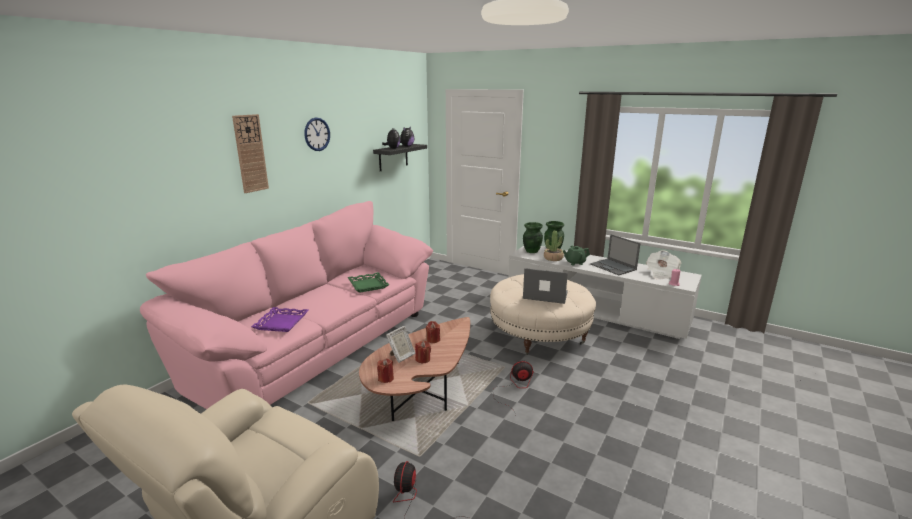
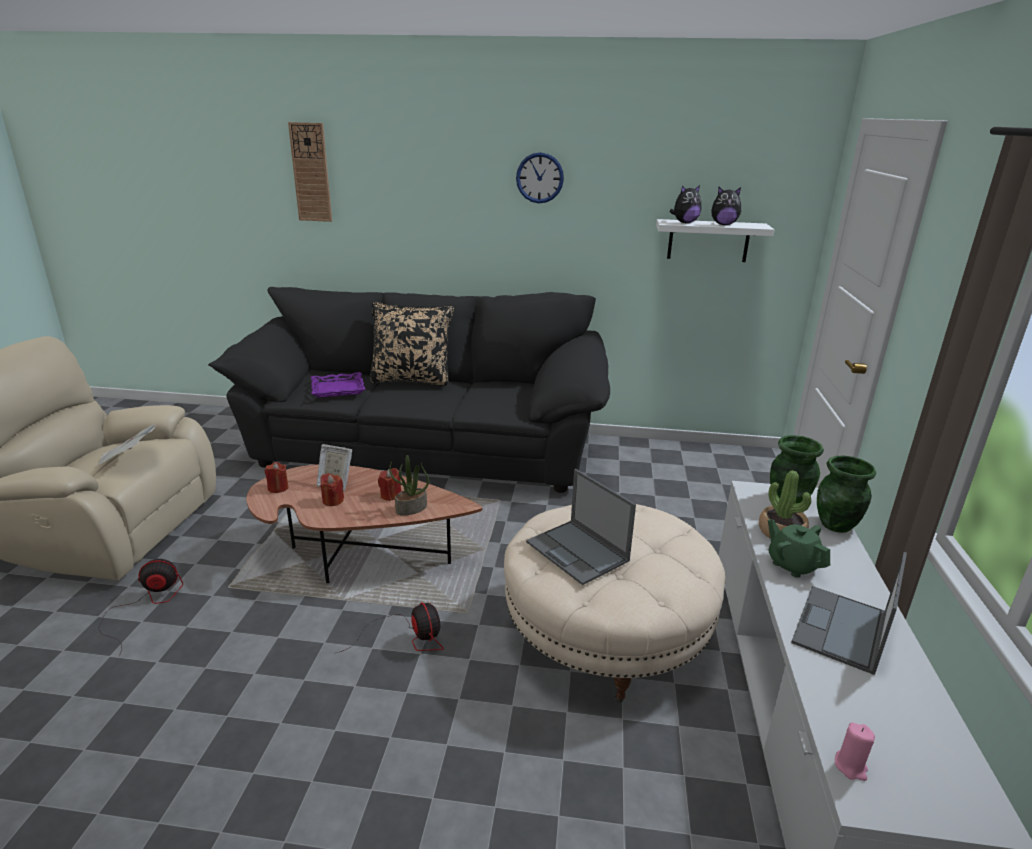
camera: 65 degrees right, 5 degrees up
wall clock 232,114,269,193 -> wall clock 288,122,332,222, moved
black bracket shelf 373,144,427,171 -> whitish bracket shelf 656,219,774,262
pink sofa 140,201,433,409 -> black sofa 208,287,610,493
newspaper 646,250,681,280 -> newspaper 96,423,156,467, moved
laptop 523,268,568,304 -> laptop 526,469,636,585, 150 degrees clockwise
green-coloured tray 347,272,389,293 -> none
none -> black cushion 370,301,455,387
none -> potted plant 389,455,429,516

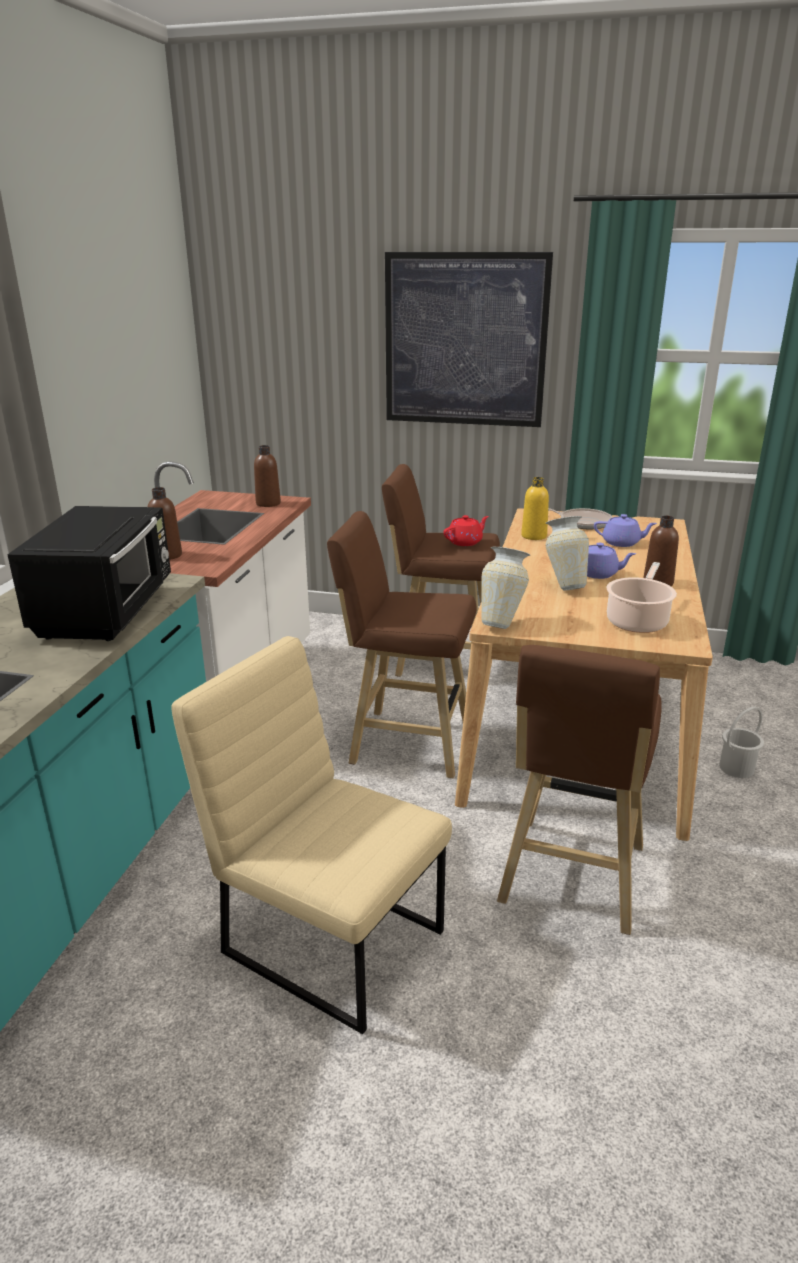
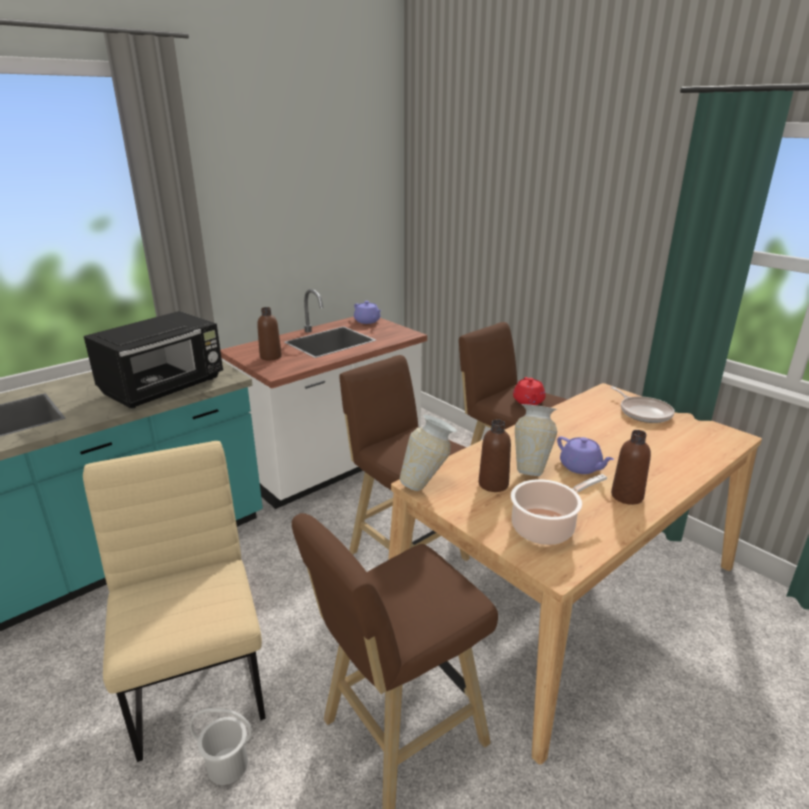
camera: 35 degrees right, 0 degrees up
wall picture 385,252,553,427 -> none
brown beverage bottle 254,445,281,507 -> brown beverage bottle 479,419,511,492, moved
yellowish beverage bottle 521,477,549,540 -> none
purple-coloured tea pot 594,514,657,547 -> purple-coloured tea pot 354,301,382,324, moved
reddish tea pot 444,515,489,546 -> reddish tea pot 513,377,546,405, 90 degrees clockwise
whitish bucket 719,706,764,778 -> whitish bucket 189,708,252,785, moved

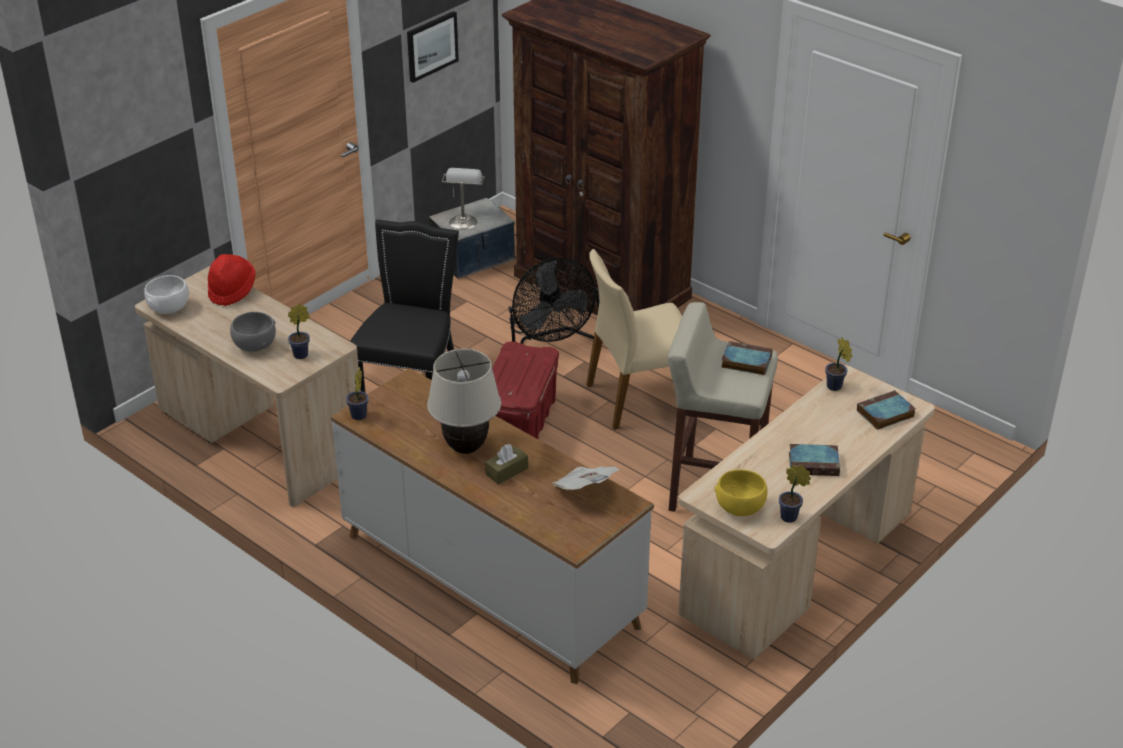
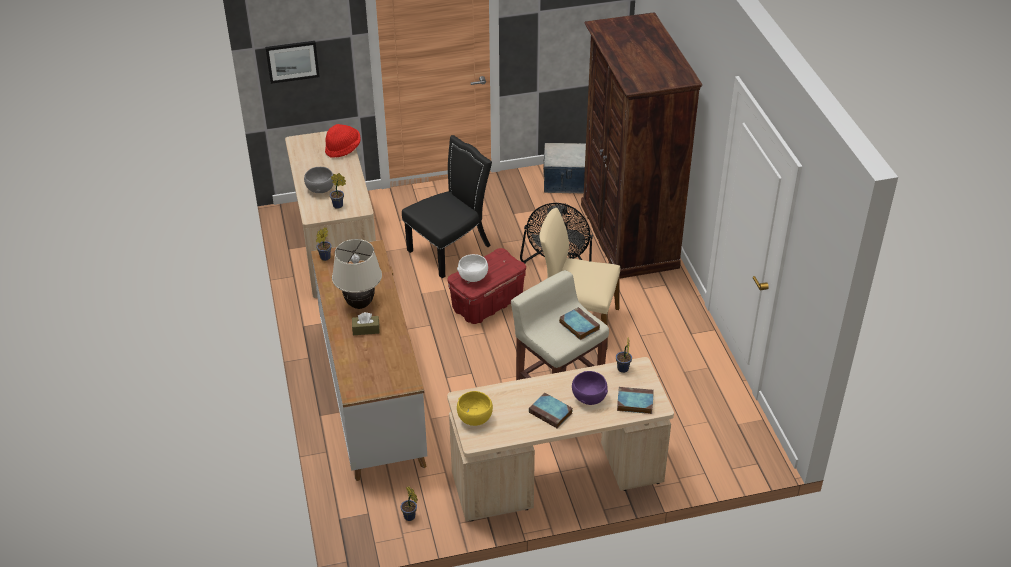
camera: 35 degrees right, 5 degrees up
wall picture 407,11,459,83 -> wall picture 265,41,320,84, moved
whitish tabletop lamp 442,168,485,230 -> none
whitish serving bowl 144,275,189,314 -> whitish serving bowl 457,254,488,282, moved
potted plant 779,465,811,523 -> potted plant 401,486,418,521, moved
newspaper 551,466,620,490 -> none
none -> purple-coloured serving bowl 572,371,608,405

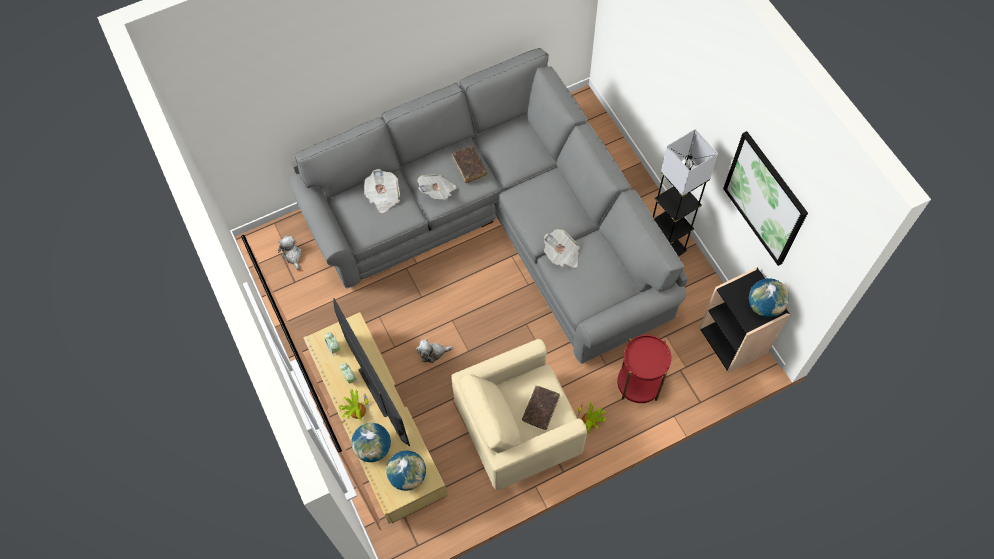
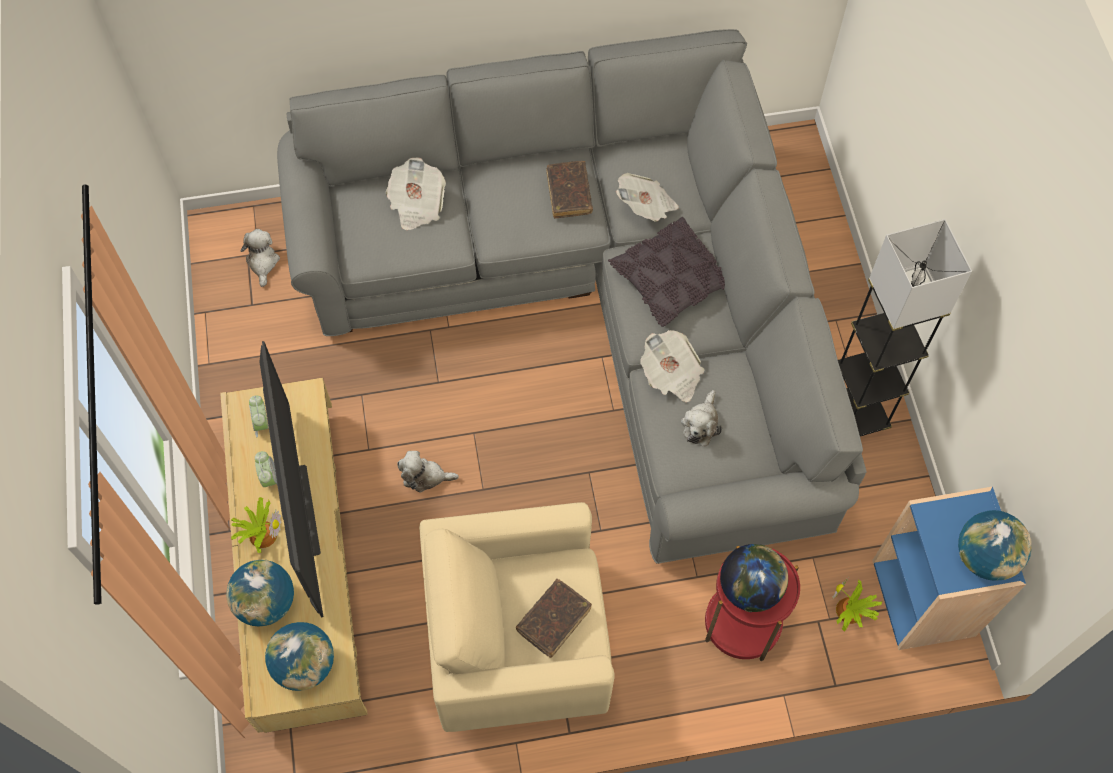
camera: 15 degrees right, 0 degrees up
wall picture 723,131,808,266 -> none
newspaper 417,174,457,200 -> newspaper 616,173,678,222, moved
black shelving unit 699,267,790,373 -> blue-coloured shelving unit 872,487,1026,650
potted plant 577,402,606,434 -> potted plant 832,578,883,632, moved
none -> black cushion 608,217,725,327
none -> cuddly toy 681,390,722,447
none -> world globe 720,544,788,612

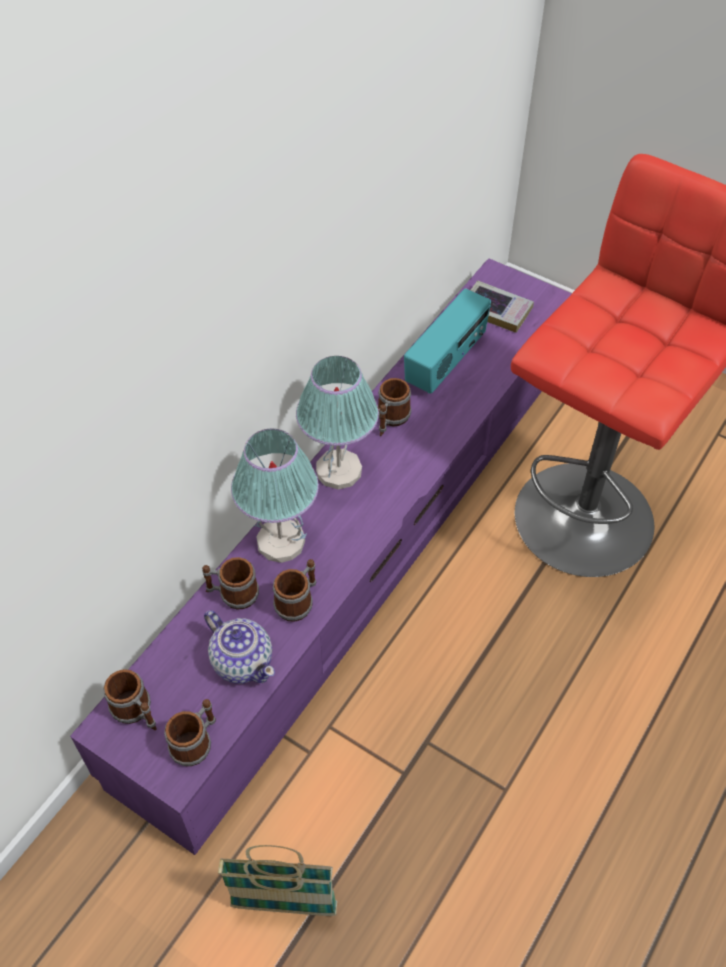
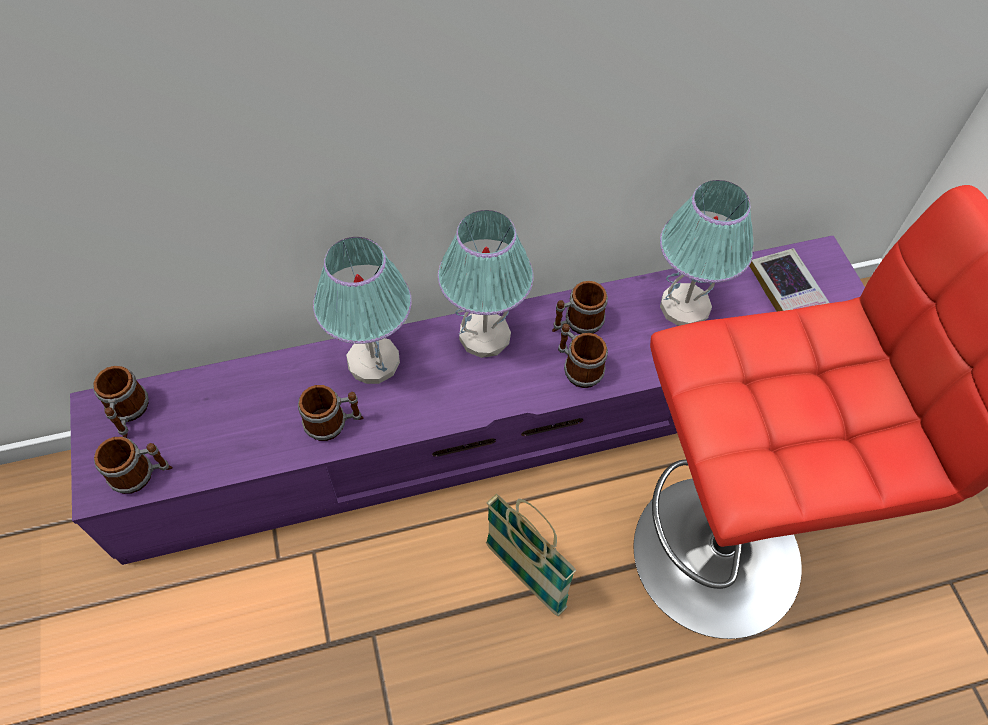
camera: 40 degrees right, 5 degrees up
radio 404,288,491,394 -> tabletop lamp 660,180,754,326
coffee mug 202,557,259,610 -> coffee mug 558,323,608,388, moved
tea pot 204,610,275,684 -> none
household basket 218,845,337,916 -> household basket 486,494,576,616, moved

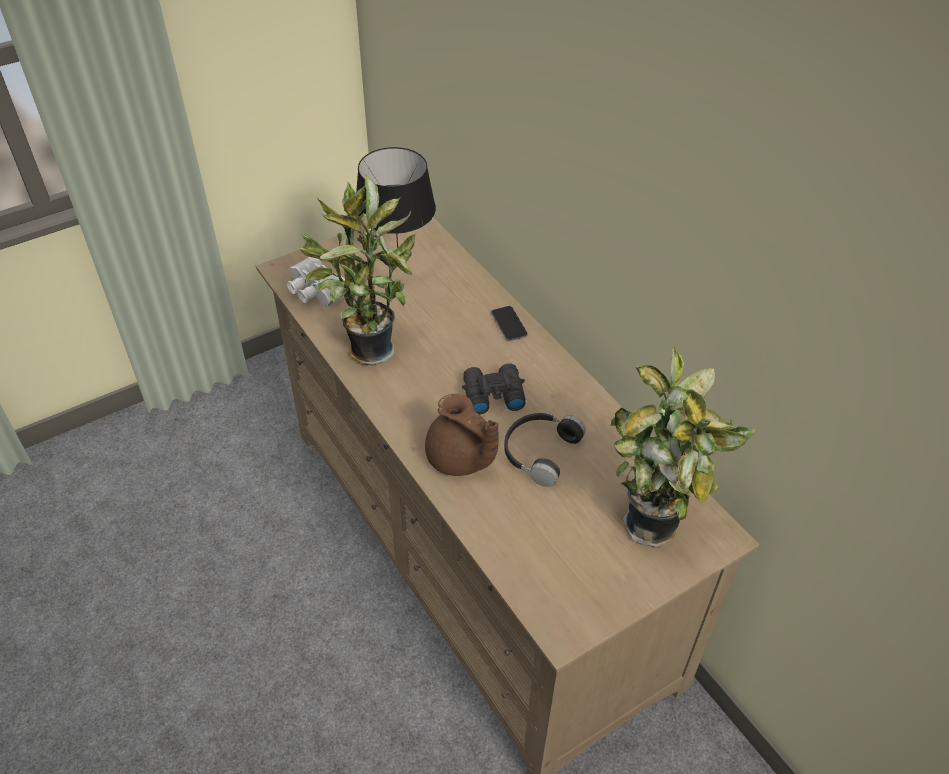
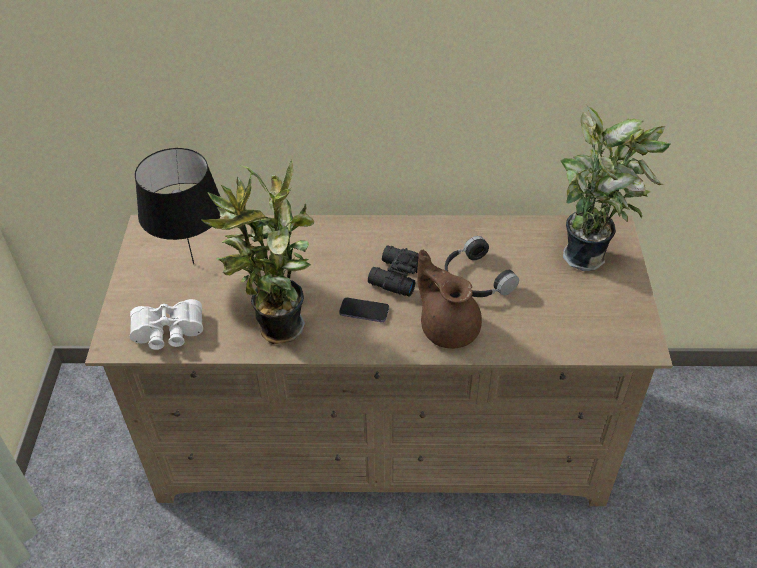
camera: 55 degrees left, 0 degrees up
telephone 492,306,528,341 -> telephone 339,297,389,322, moved
brown tea pot 425,394,499,476 -> brown tea pot 417,250,482,348, 120 degrees counterclockwise

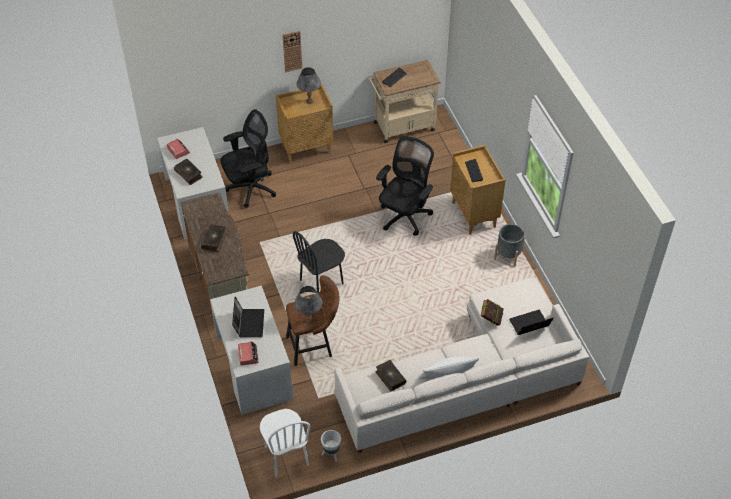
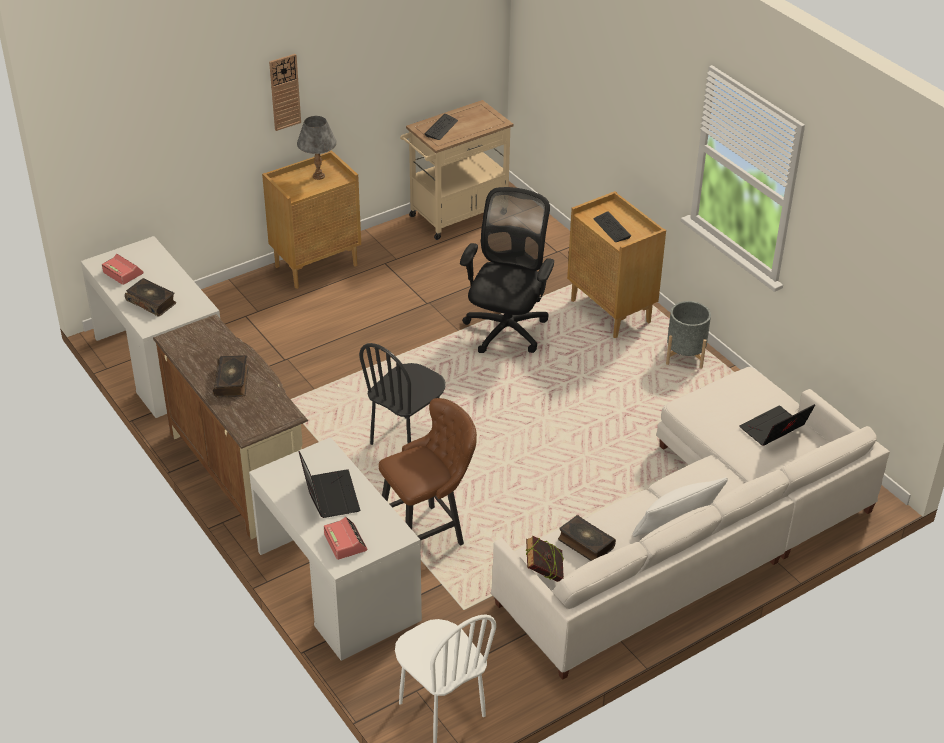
camera: 15 degrees left, 10 degrees down
black office chair 220,109,276,208 -> none
grey tabletop lamp 294,286,323,323 -> none
bound book 481,299,504,326 -> bound book 526,536,564,582, moved
whitish plant pot 321,430,341,462 -> none

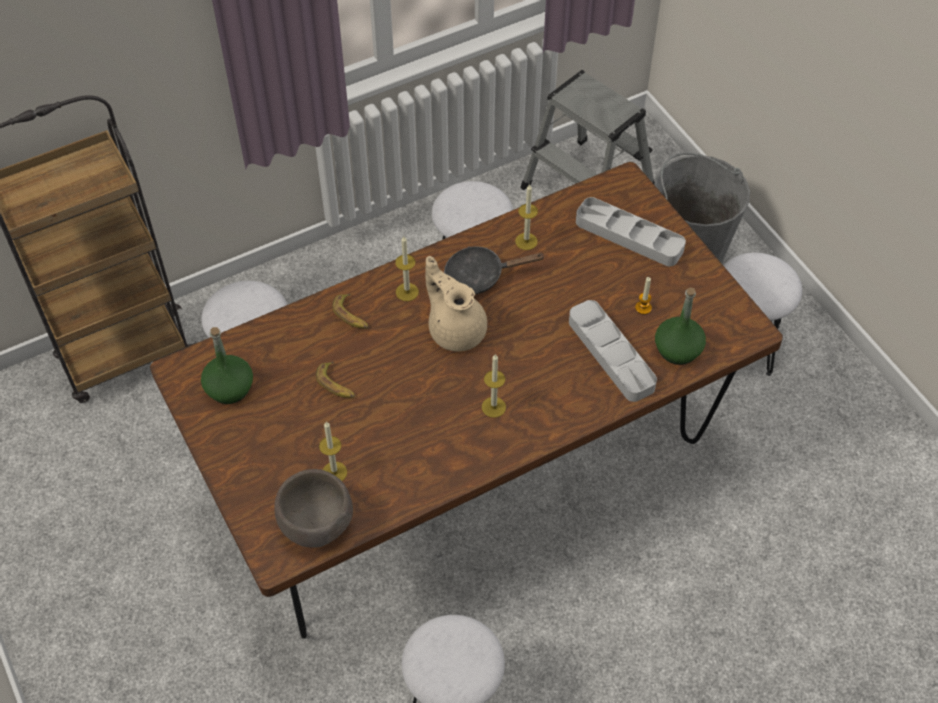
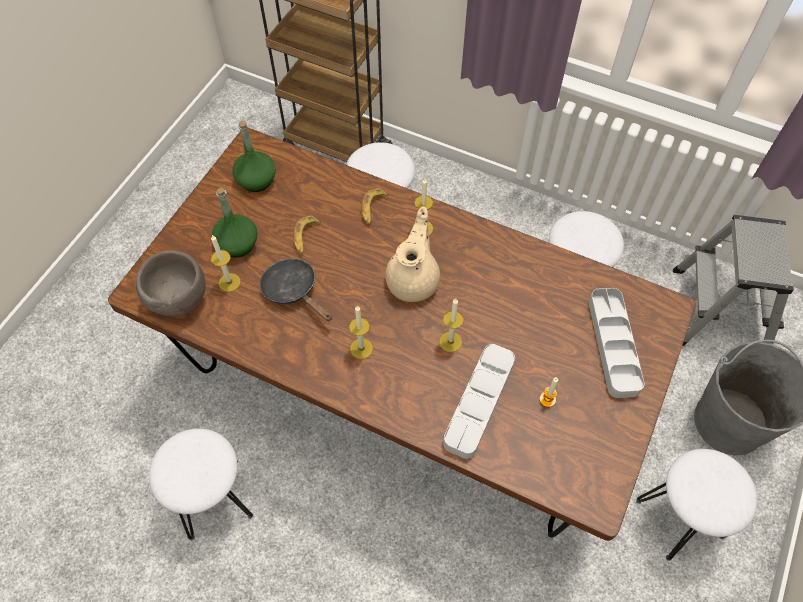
camera: 55 degrees right, 5 degrees up
candle 515,184,538,250 -> candle 439,299,464,352, moved
black pan 444,246,545,294 -> black pan 260,259,332,322, moved
green-coloured beverage bottle 655,287,706,365 -> green-coloured beverage bottle 212,187,258,257, moved

